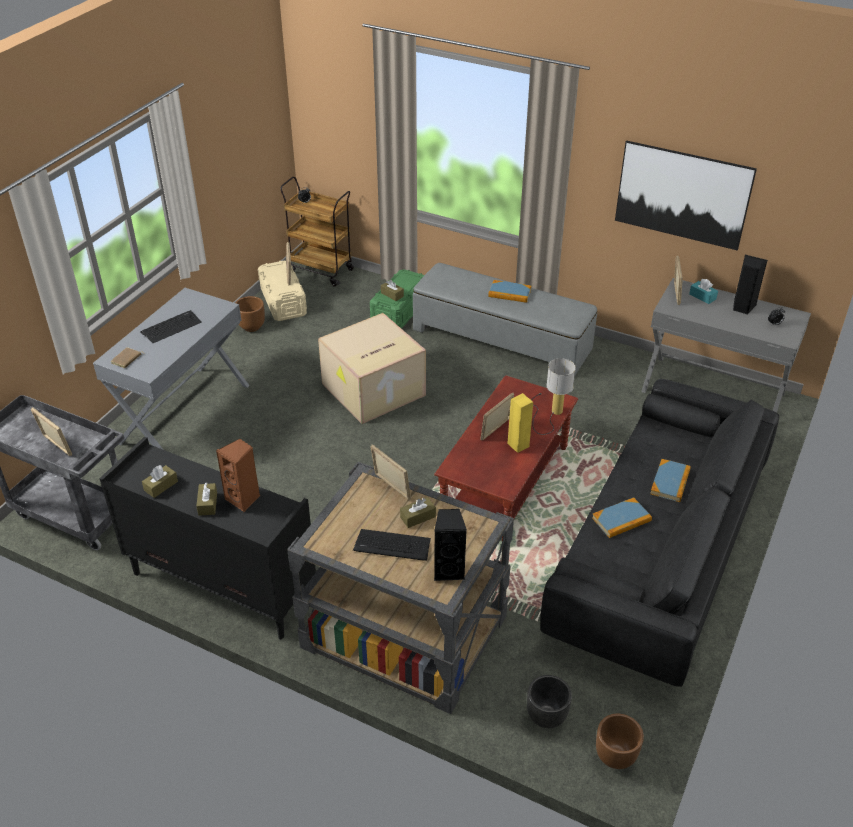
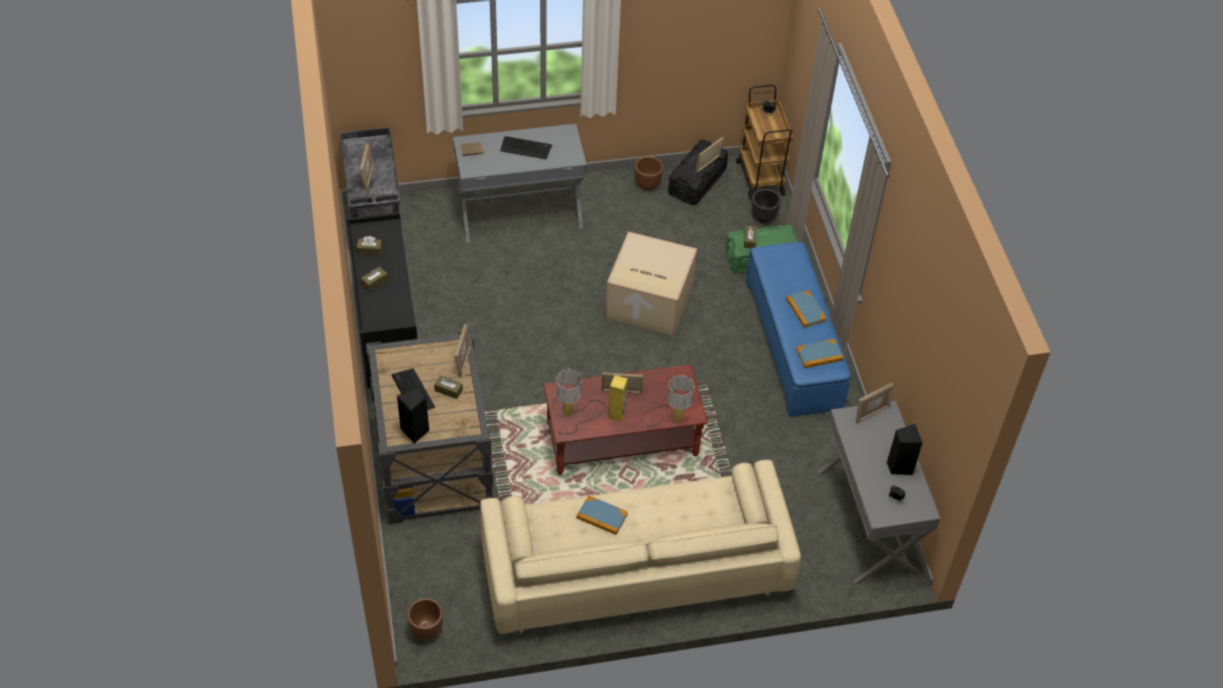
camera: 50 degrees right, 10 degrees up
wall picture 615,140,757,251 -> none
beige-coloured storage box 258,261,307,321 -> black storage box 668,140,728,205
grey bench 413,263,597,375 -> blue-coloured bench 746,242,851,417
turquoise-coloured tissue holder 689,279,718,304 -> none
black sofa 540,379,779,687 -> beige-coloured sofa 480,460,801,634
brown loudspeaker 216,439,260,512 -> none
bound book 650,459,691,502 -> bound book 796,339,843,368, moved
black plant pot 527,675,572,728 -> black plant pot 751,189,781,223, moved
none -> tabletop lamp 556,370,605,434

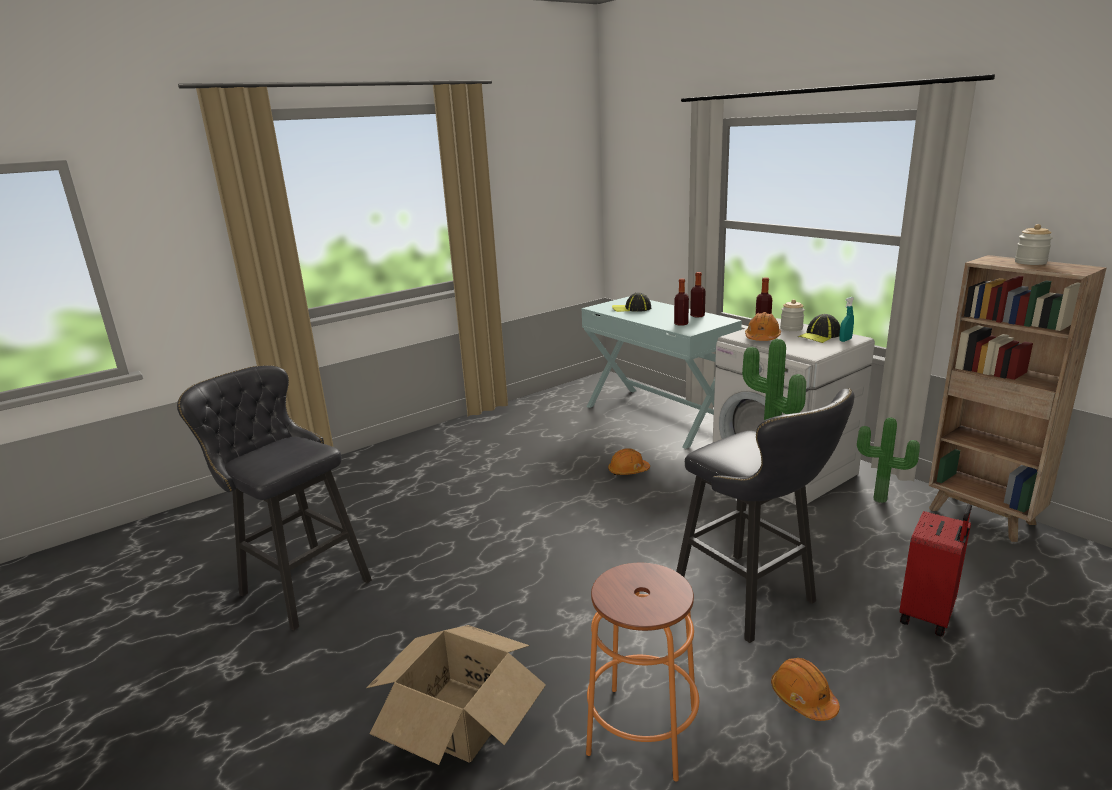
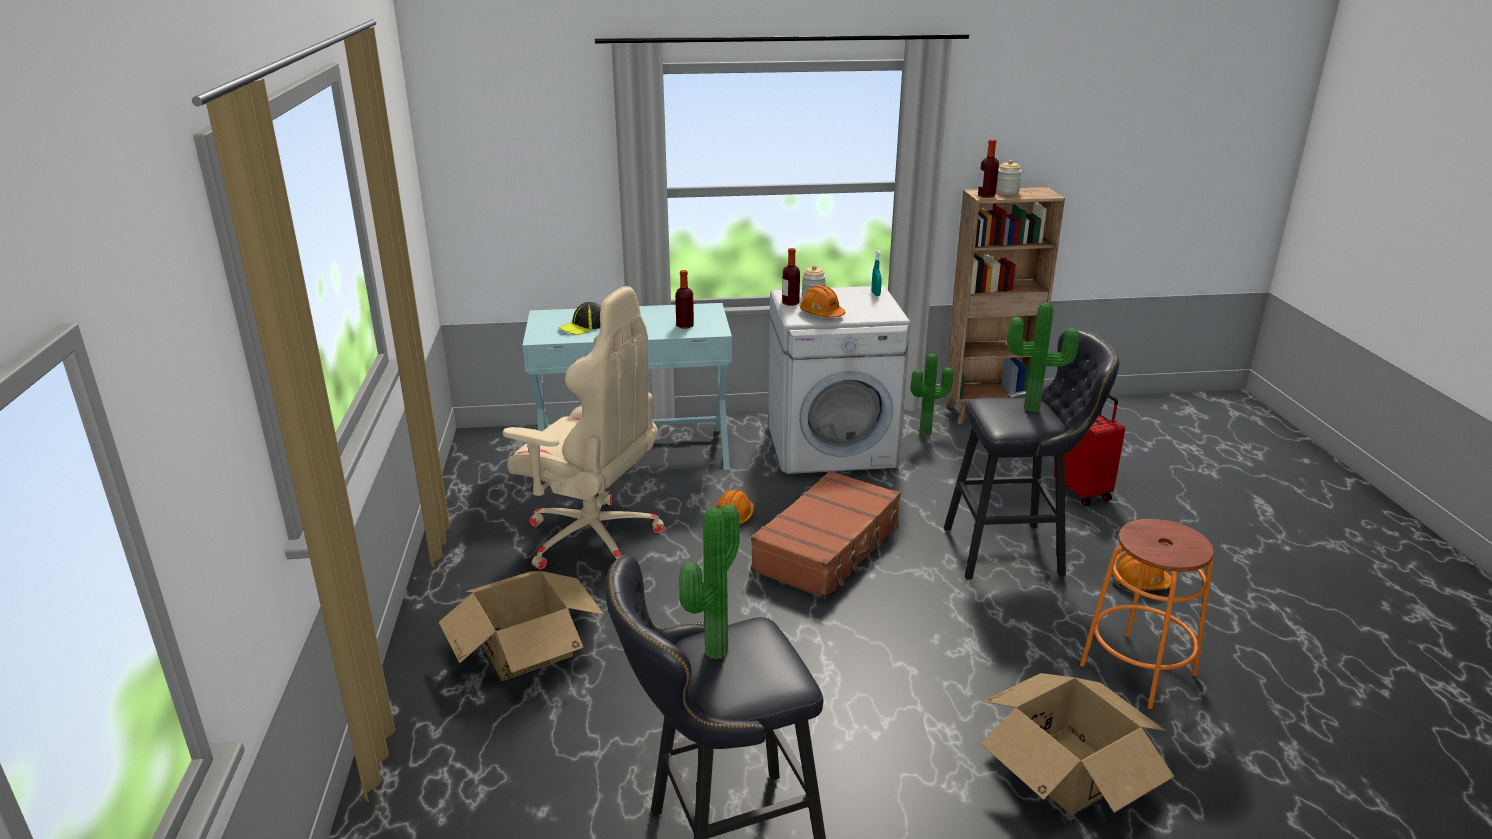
camera: 60 degrees left, 5 degrees up
beverage bottle 690,272,705,318 -> beverage bottle 978,139,999,198, moved
baseball cap 798,314,840,343 -> none
none -> beige-coloured office chair 503,286,665,569
none -> brown suitcase 751,470,901,599
none -> potted plant 679,505,740,660
none -> cardboard box 439,571,605,681

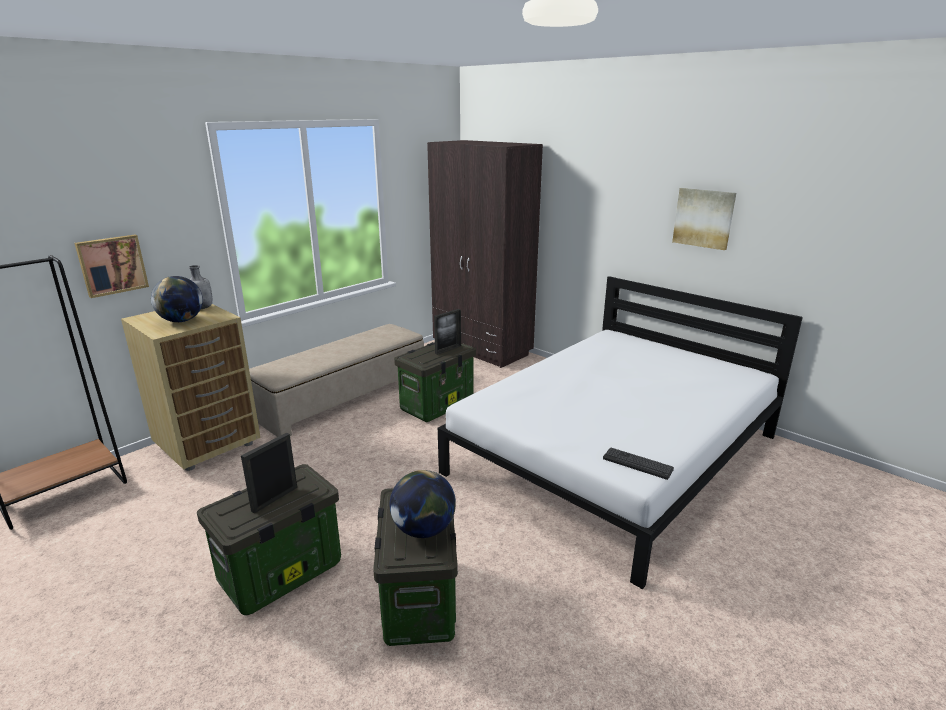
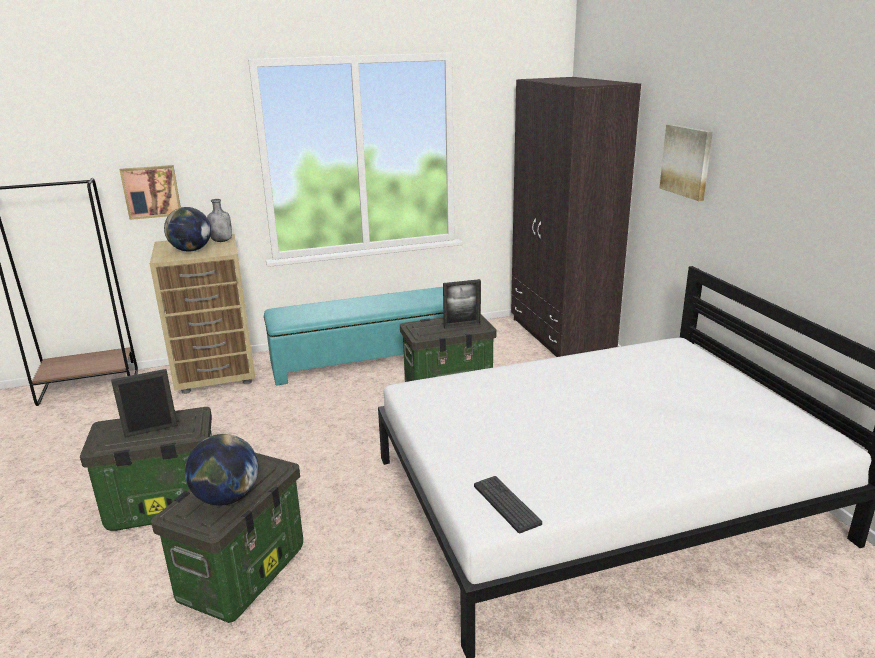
camera: 30 degrees right, 0 degrees up
wall picture 672,188,736,250 -> wall picture 660,124,713,201, moved
beige-coloured bench 249,324,424,437 -> turquoise-coloured bench 264,287,444,385

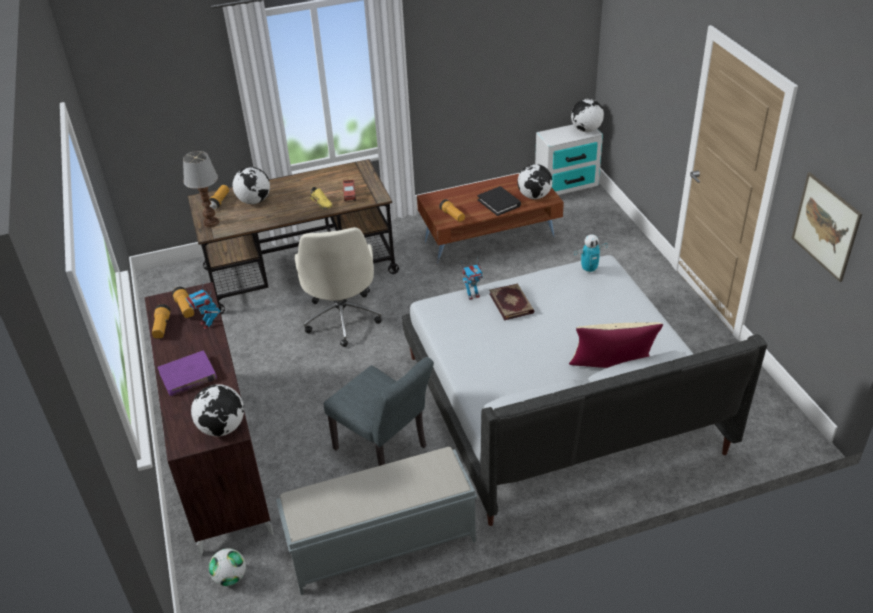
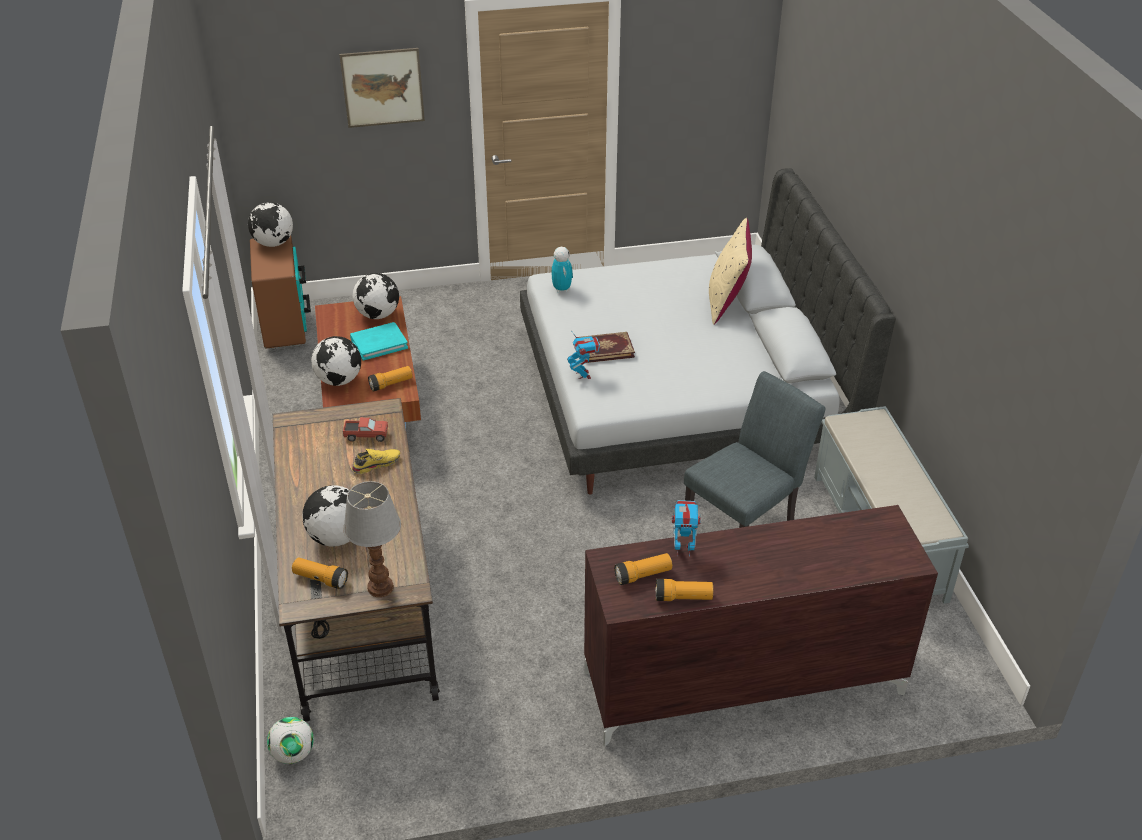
camera: 85 degrees left, 0 degrees up
whitish night table 535,125,603,195 -> brown night table 250,235,311,349
wall picture 792,172,862,282 -> wall picture 339,48,425,128, moved
black bound book 477,186,521,216 -> turquoise-coloured bound book 350,322,408,361
beige-coloured office chair 295,227,382,347 -> none
toy robot 185,283,220,330 -> toy robot 672,500,701,557, 150 degrees counterclockwise
purple-coloured bound book 158,350,217,396 -> none
world globe 191,384,244,436 -> world globe 311,336,361,386, moved
ball for football 209,548,246,586 -> ball for football 267,717,314,764, moved

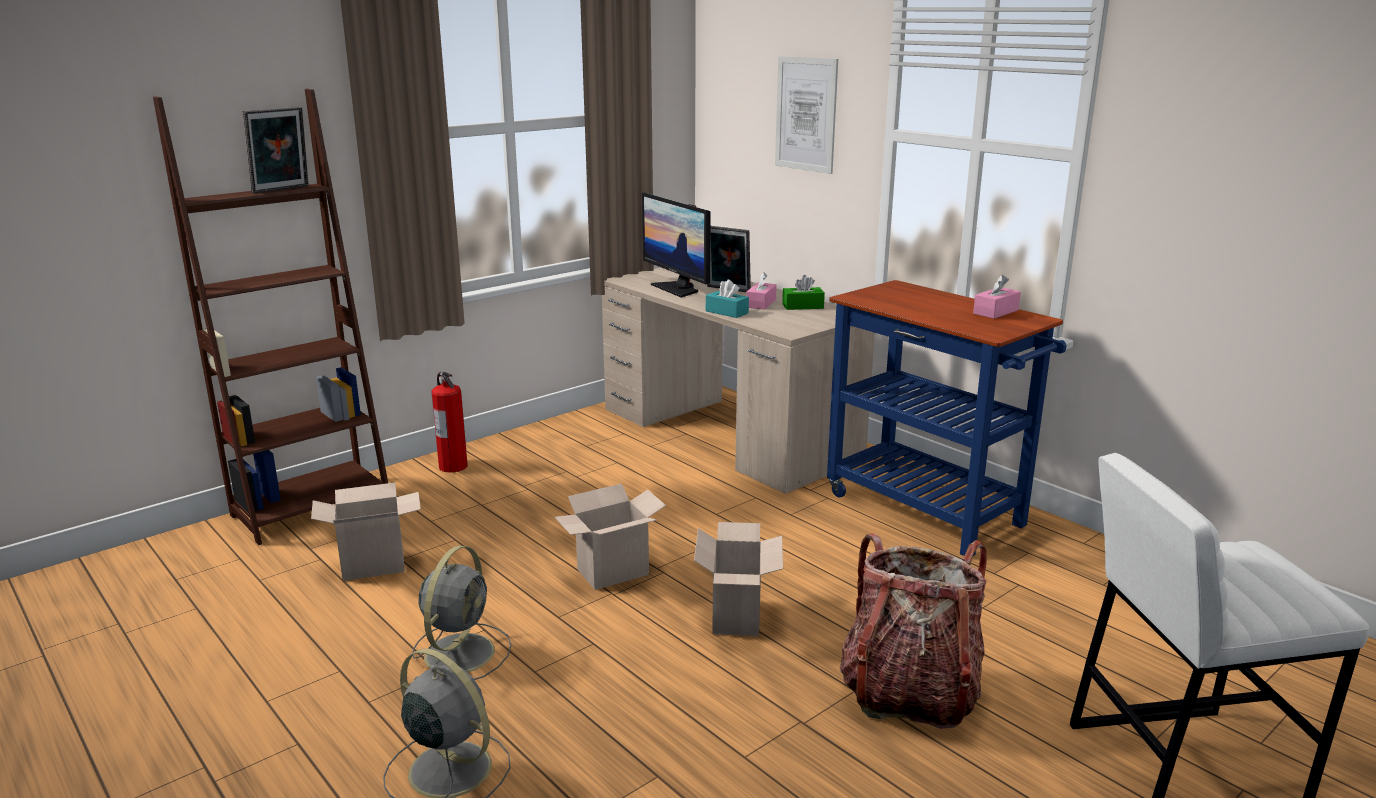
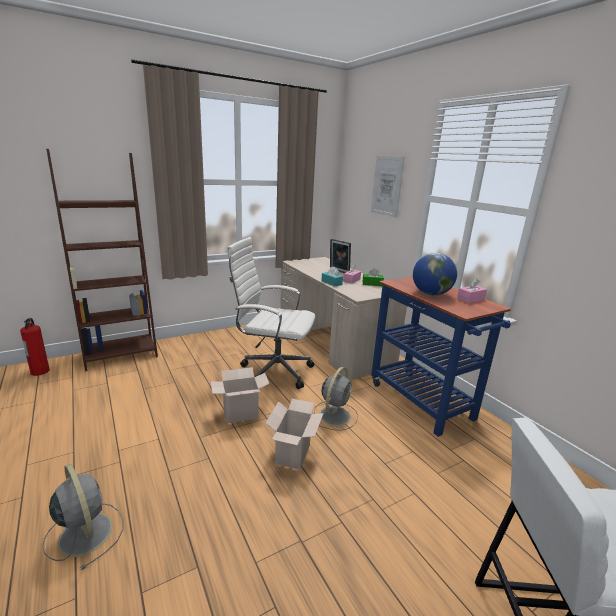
camera: 10 degrees right, 0 degrees up
photo frame 243,107,309,194 -> none
computer display 642,192,711,298 -> none
extinguisher 431,372,468,473 -> extinguisher 20,318,50,376, moved
cardboard box 311,483,421,581 -> none
rucksack 840,533,987,729 -> none
grey electric fan 412,545,512,680 -> grey electric fan 314,367,358,431, moved
none -> whitish office chair 227,237,315,389
none -> world globe 413,253,457,295

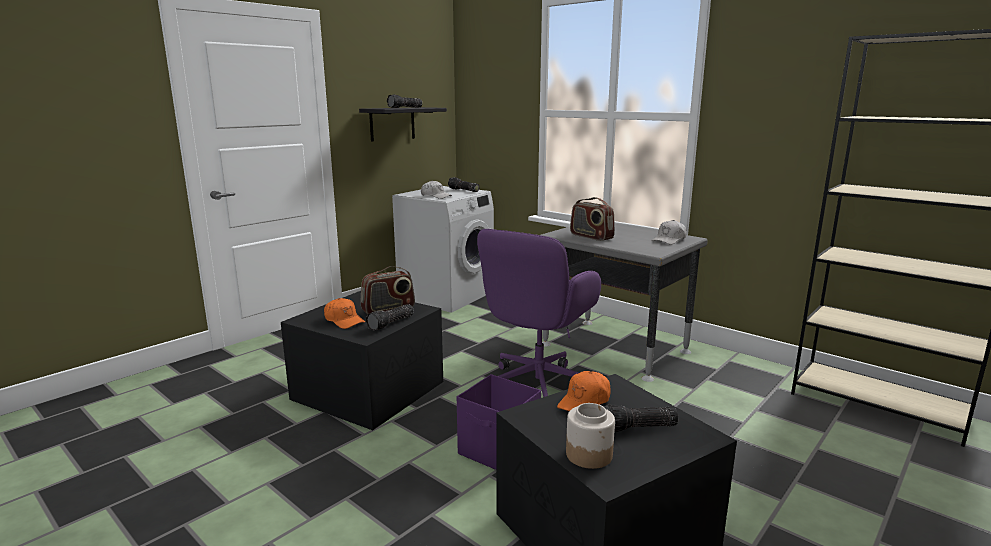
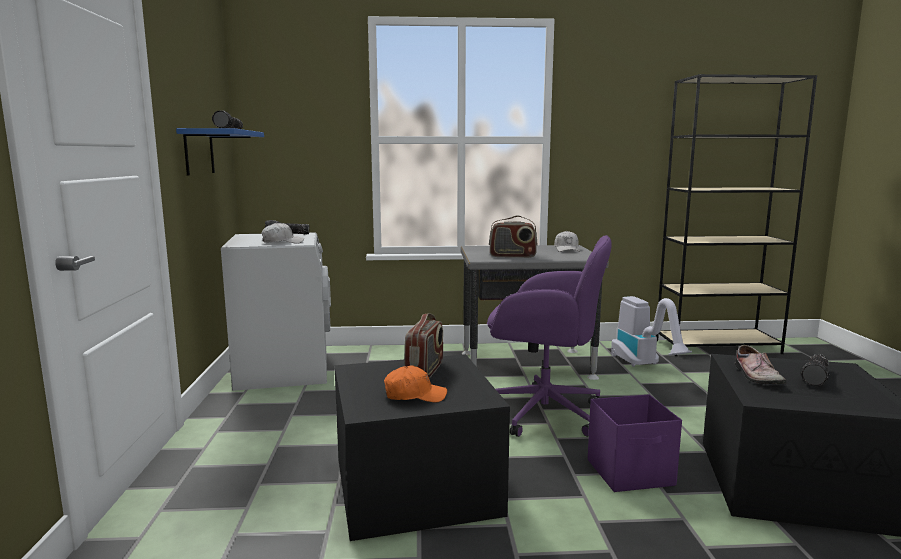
camera: 45 degrees left, 5 degrees down
black bracket shelf 359,107,447,142 -> blue-coloured bracket shelf 176,128,264,175
purple-coloured office chair 477,229,601,397 -> purple-coloured office chair 487,235,612,437, 60 degrees counterclockwise
torch 366,304,414,331 -> none
orangey baseball cap 557,371,611,411 -> item of footwear 735,345,786,385
jar 566,403,615,469 -> none
none -> hoover 611,296,692,367

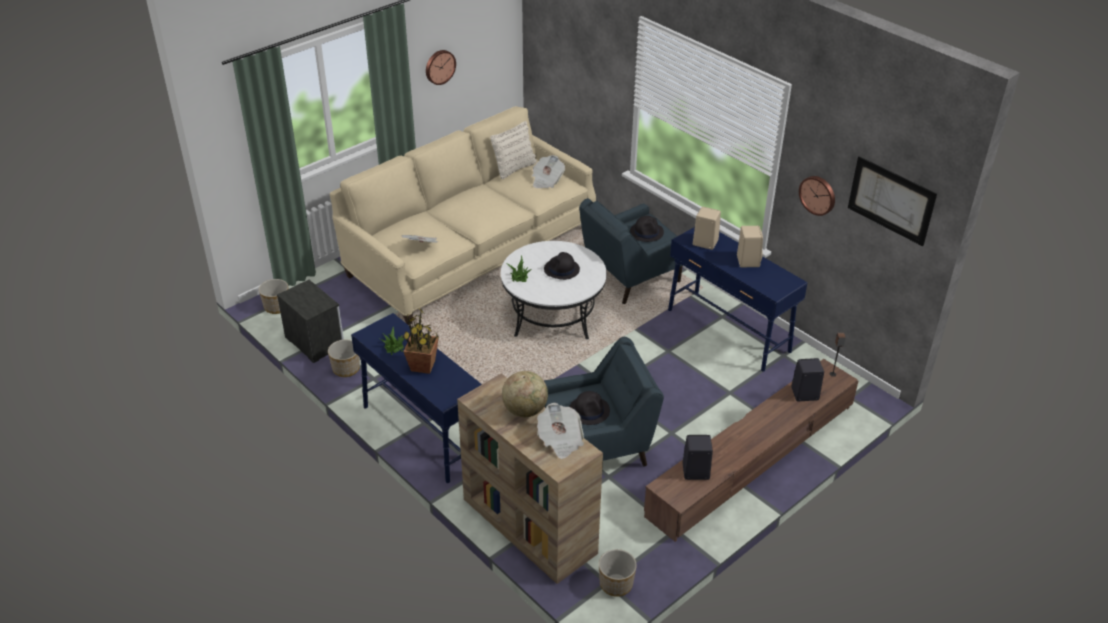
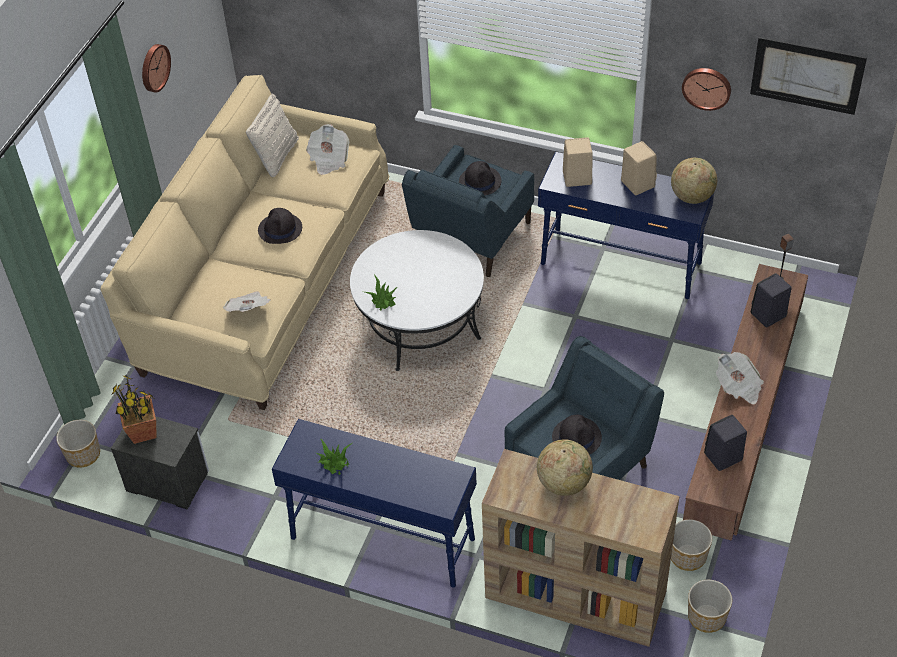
camera: 25 degrees left, 10 degrees up
black clothing hat 544,252,580,280 -> black clothing hat 258,208,302,244, moved
potted plant 403,308,439,374 -> potted plant 111,375,157,444, moved
plant pot 328,339,360,377 -> plant pot 671,519,712,571, moved
newspaper 537,403,584,459 -> newspaper 716,352,764,405, moved
none -> world globe 671,158,717,204

